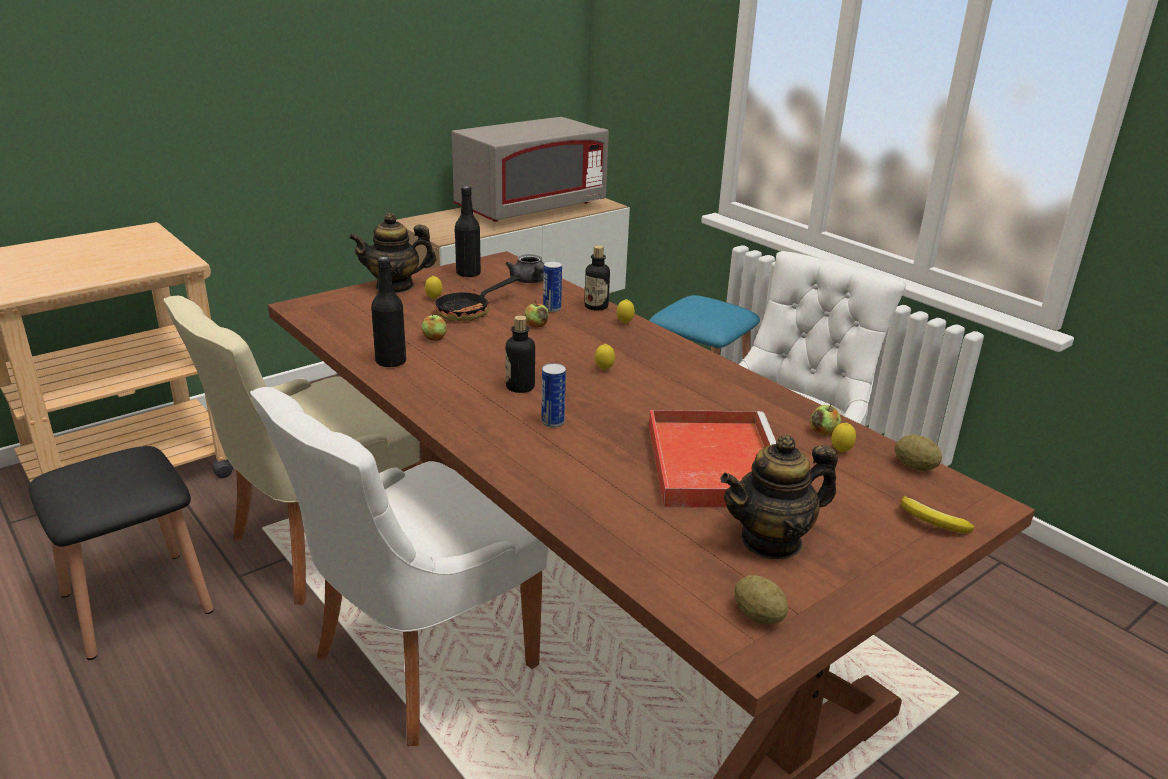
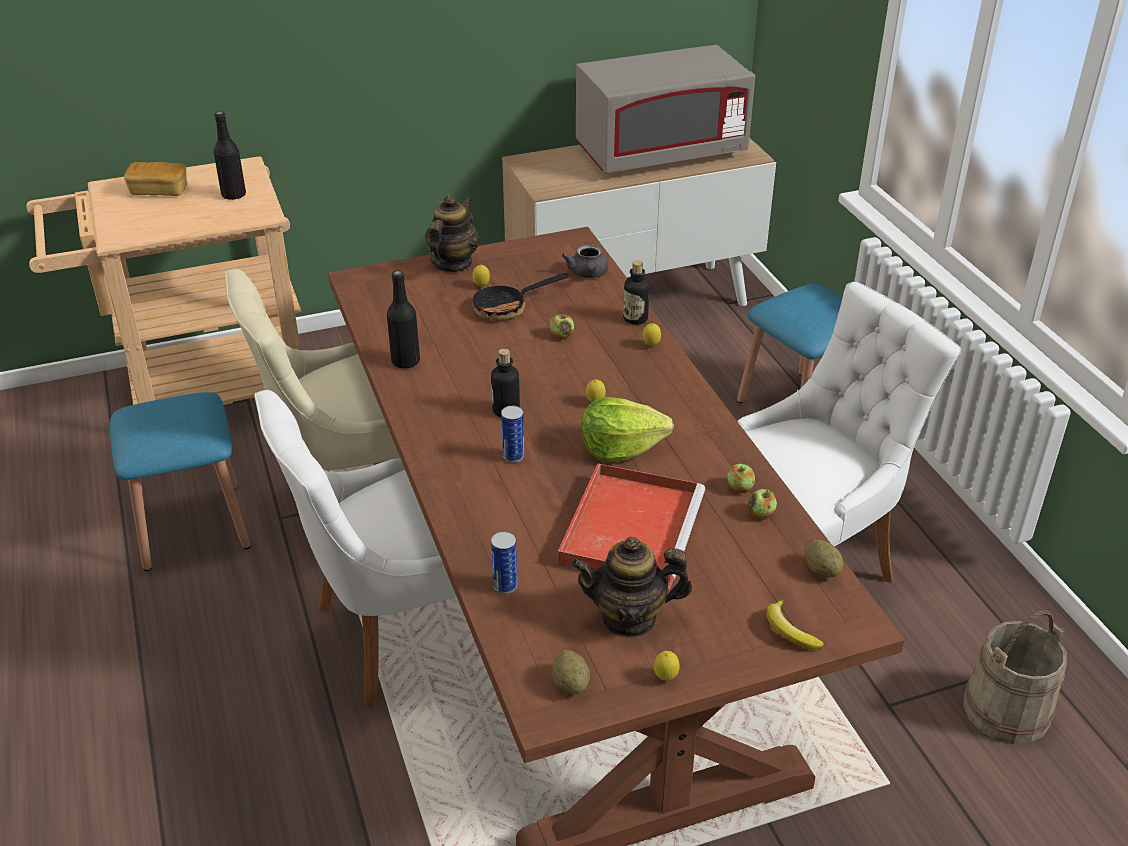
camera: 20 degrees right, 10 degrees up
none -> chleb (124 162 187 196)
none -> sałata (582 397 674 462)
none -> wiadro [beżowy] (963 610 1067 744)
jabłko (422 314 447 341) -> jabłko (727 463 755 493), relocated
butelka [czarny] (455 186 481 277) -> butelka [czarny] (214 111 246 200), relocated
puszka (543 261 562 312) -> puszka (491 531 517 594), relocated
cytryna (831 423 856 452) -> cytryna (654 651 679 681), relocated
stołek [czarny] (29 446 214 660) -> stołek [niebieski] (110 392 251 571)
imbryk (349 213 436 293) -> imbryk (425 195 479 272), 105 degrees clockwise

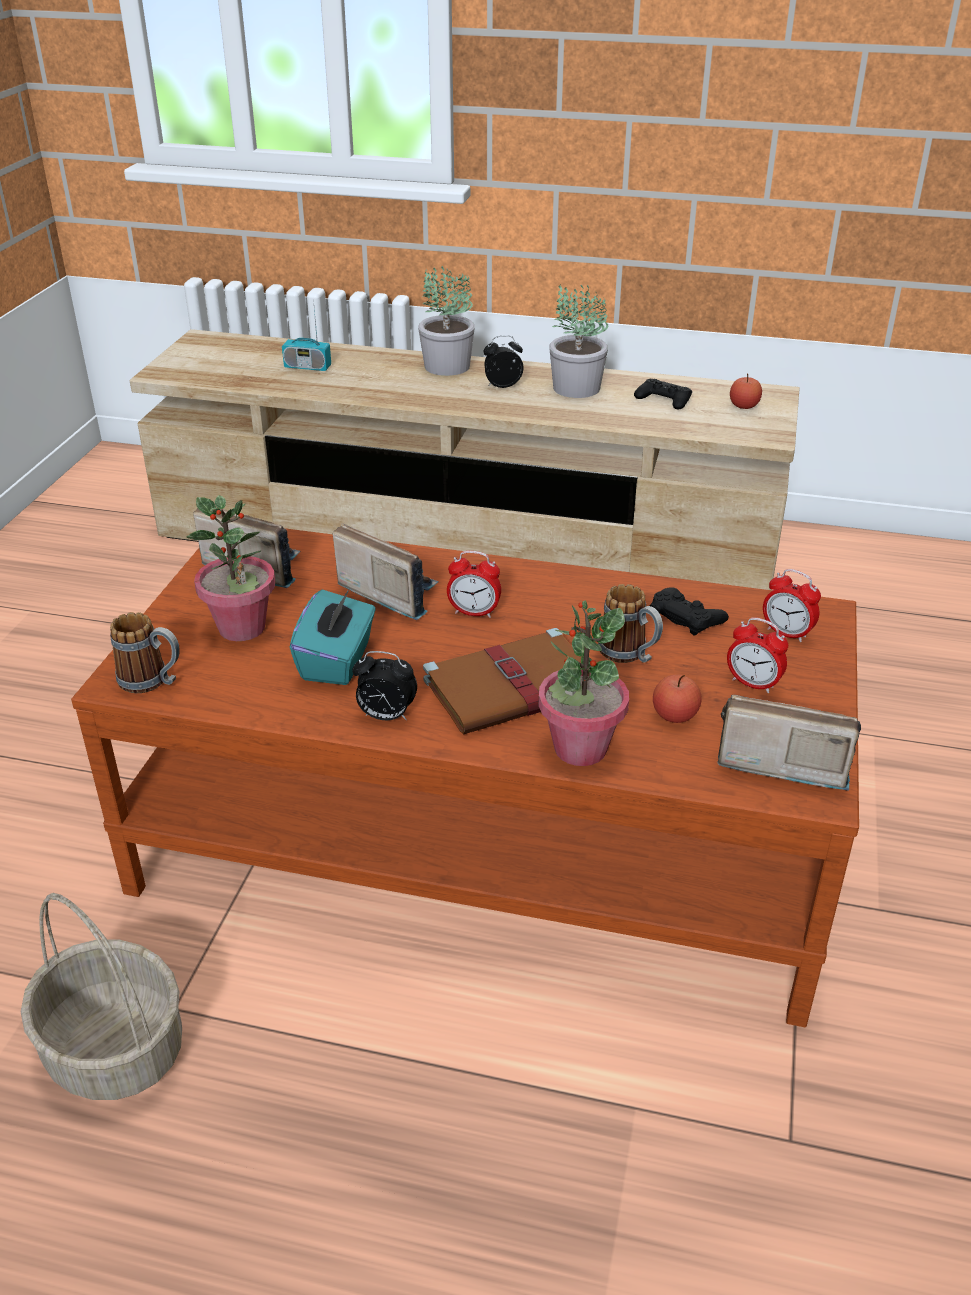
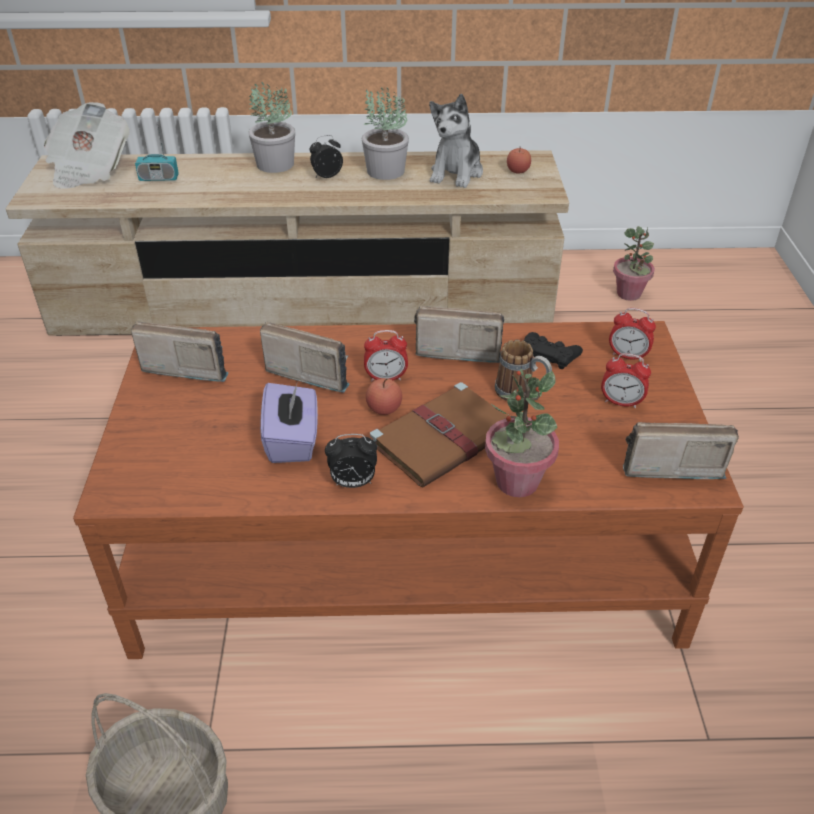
camera: 15 degrees left, 5 degrees up
kubek (110 612 179 693) -> none
none -> gazeta (44 102 130 189)
none -> radio (414 306 504 363)
roślina doniczkowa (187 495 275 641) -> roślina doniczkowa (613 226 655 301), relocated
jabłko (653 675 702 723) -> jabłko (366 378 402 415), relocated
pad do gier [czarny] (634 379 692 410) -> pluszak (429 94 483 188)
pudełko chusteczek [turkusowy] (290 588 376 685) -> pudełko chusteczek [fioletowy] (260 381 318 463)

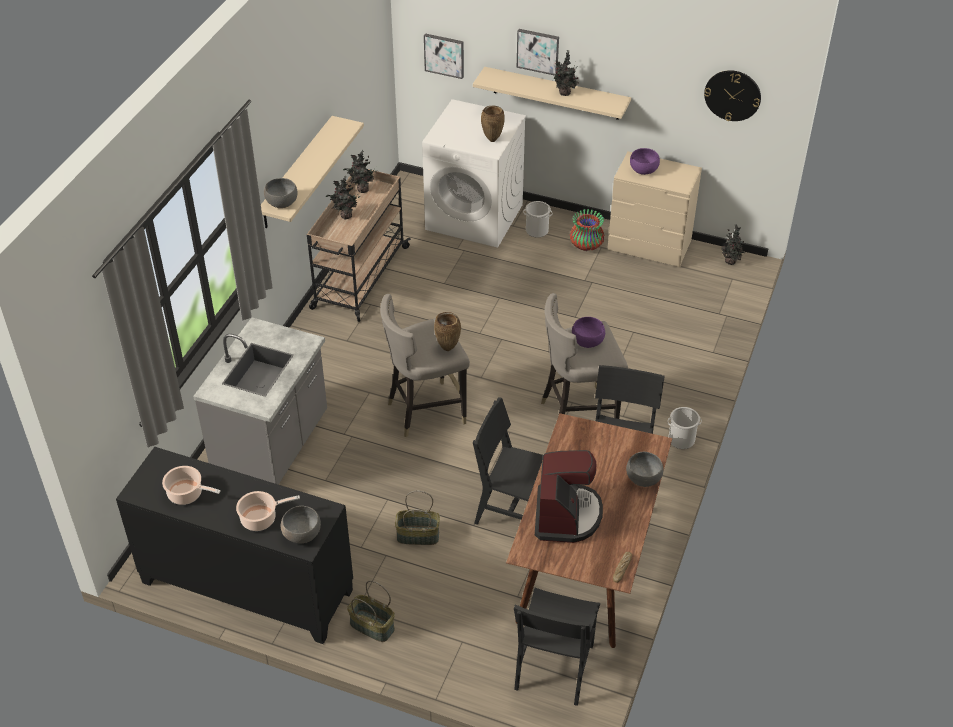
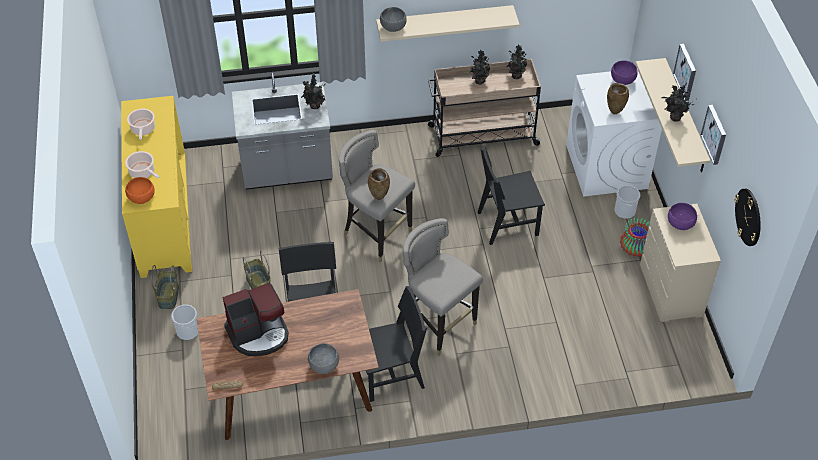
camera: 60 degrees right, 5 degrees up
obraz (424 33 464 79) -> obraz (701 105 726 165), relocated
krzesło [czarny] (514 588 600 706) -> krzesło [czarny] (478 145 545 245), relocated
miska [fioletowy] (572 317 605 348) -> miska [fioletowy] (611 60 638 85), relocated
wiadro (667 407 702 449) -> wiadro (171 304 198 340), relocated
roślina doniczkowa (721 224 746 265) -> roślina doniczkowa (301 73 325 109), relocated
szafka [czarny] (116 447 353 644) -> szafka [żółty] (121 96 192 278)
miska [szary] (281 506 321 544) -> miska [pomarańczowy] (125 177 155 204)

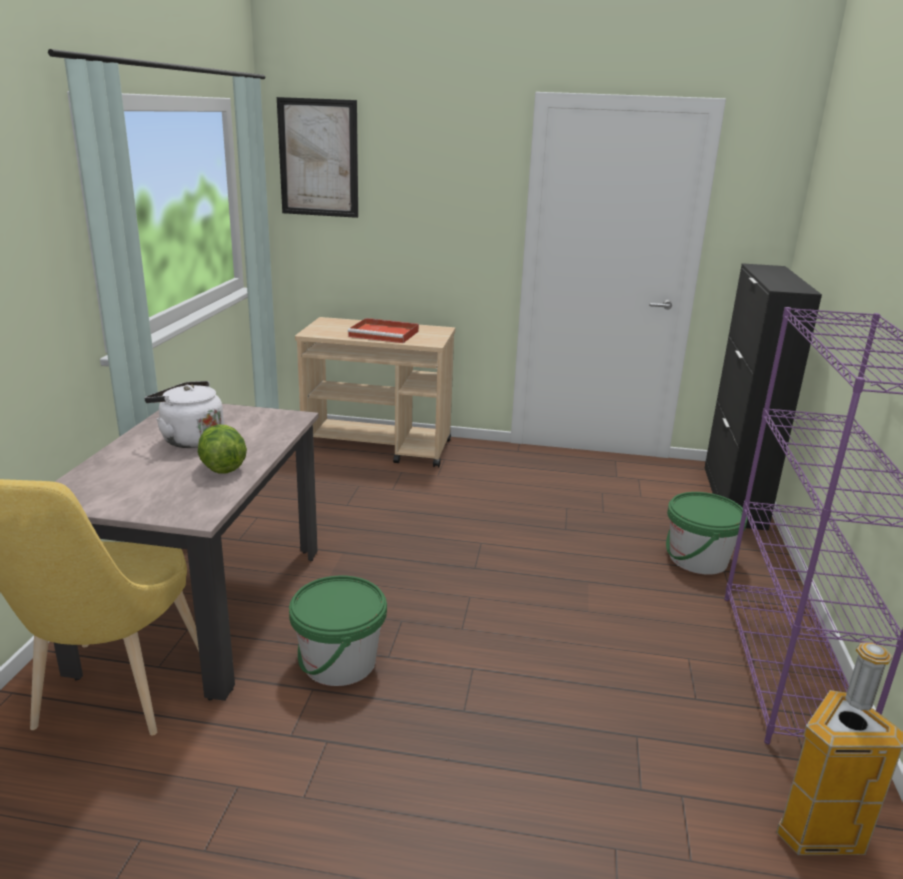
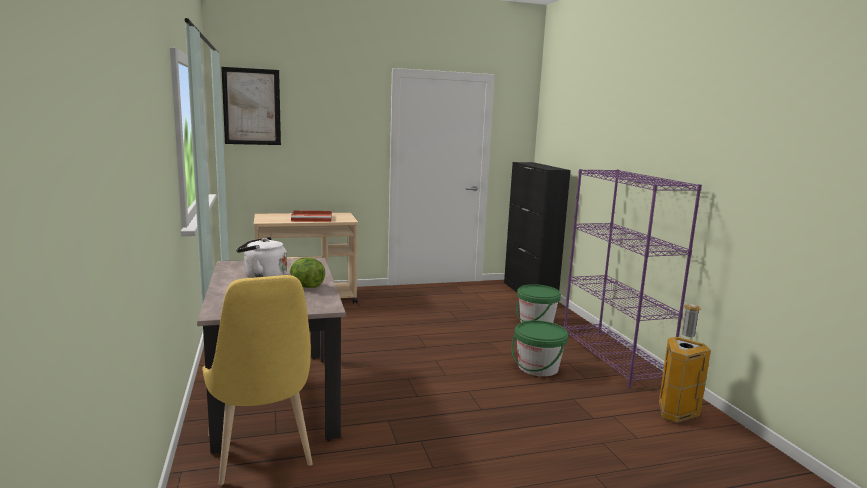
camera: 25 degrees left, 10 degrees down
wiadro [zielony] (289 575 387 686) -> wiadro [zielony] (512 320 568 377), relocated

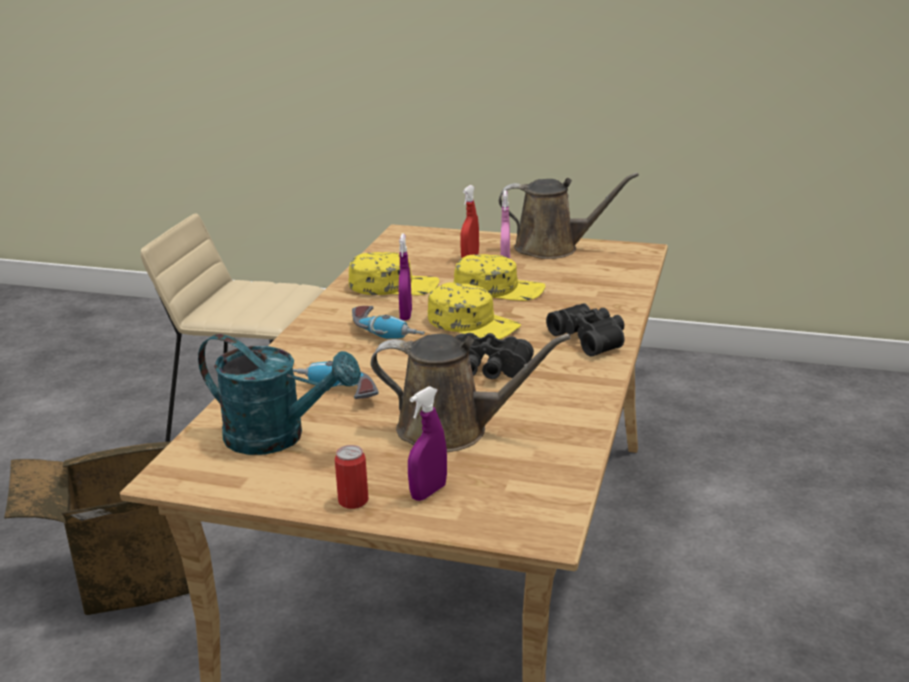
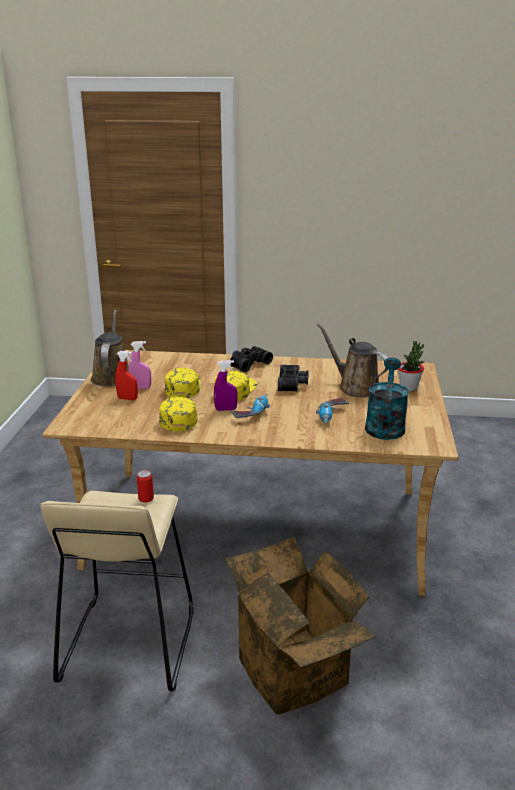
camera: 100 degrees left, 0 degrees up
puszka (335 445 369 509) -> puszka (137 470 154 503), relocated
spryskiwacz [fioletowy] (408 386 447 501) -> roślina doniczkowa (398 341 424 391)
konewka [brązowy] (371 334 571 452) -> konewka [brązowy] (317 323 389 398), 45 degrees counterclockwise

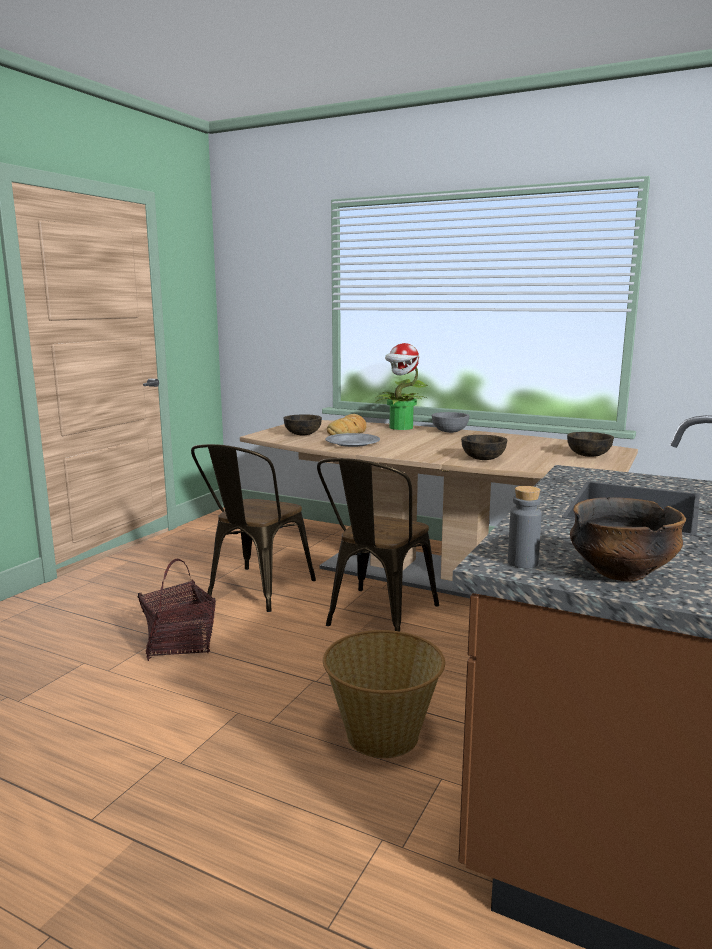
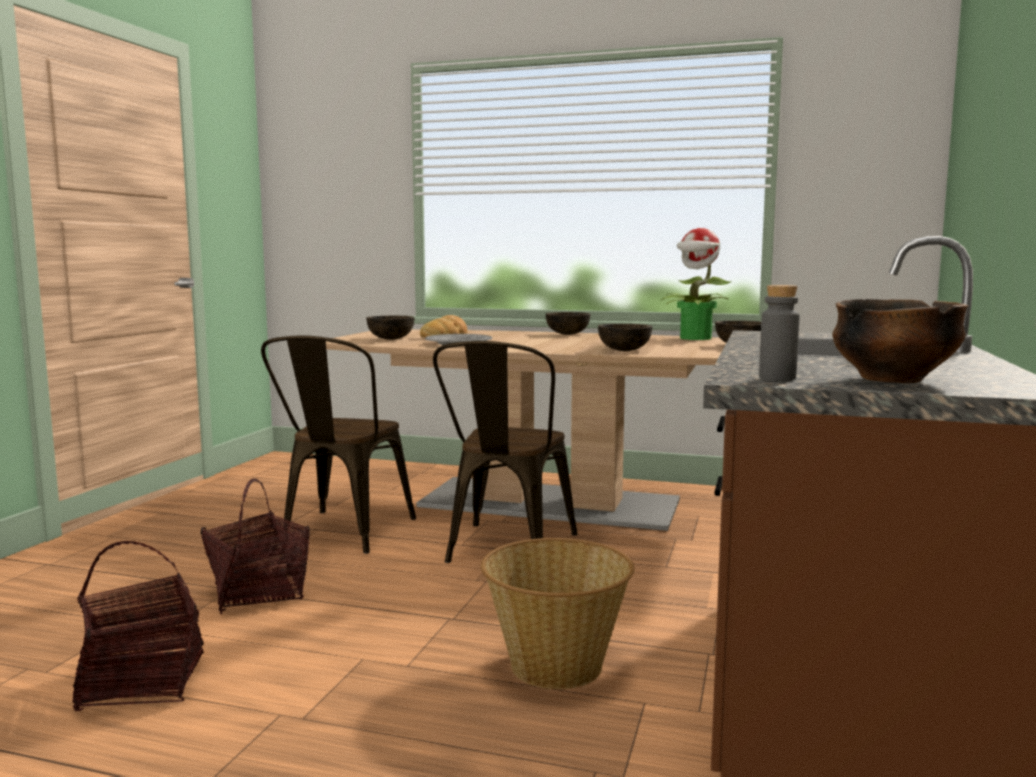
camera: 10 degrees left, 5 degrees down
none -> koszyk (72 541 204 711)
roślina doniczkowa (376 343 428 430) -> roślina doniczkowa (660 228 732 340), relocated
miska [szary] (432 412 469 433) -> miska [brązowy] (546 312 591 335)

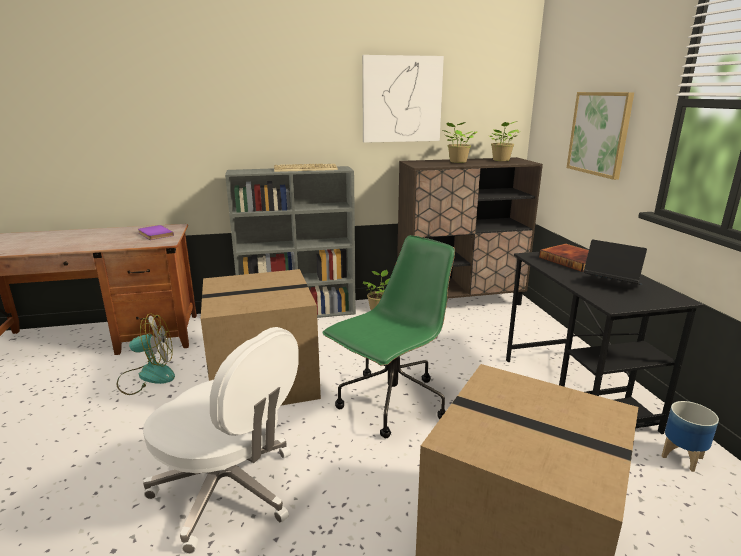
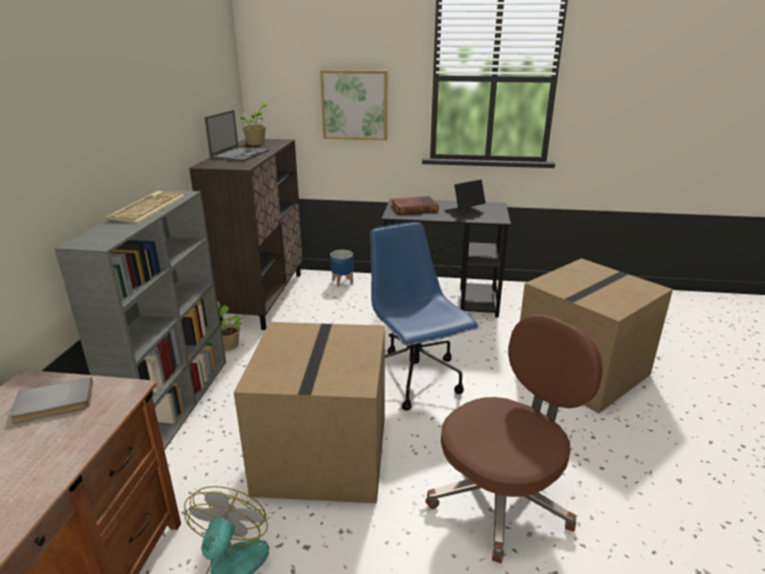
camera: 70 degrees left, 5 degrees up
obraz (362 55 444 143) -> none
donica (662 401 719 472) -> donica (330 250 354 287), relocated
roślina doniczkowa (443 122 477 163) -> laptop (204 110 269 161)
książka [fioletowy] (138 225 174 240) -> książka [szary] (10 377 93 423)
krzesło biurowe [biały] (143 327 299 554) -> krzesło biurowe [brązowy] (425 315 603 563)
krzesło biurowe [zielony] (322 235 455 438) -> krzesło biurowe [niebieski] (370 222 479 410)

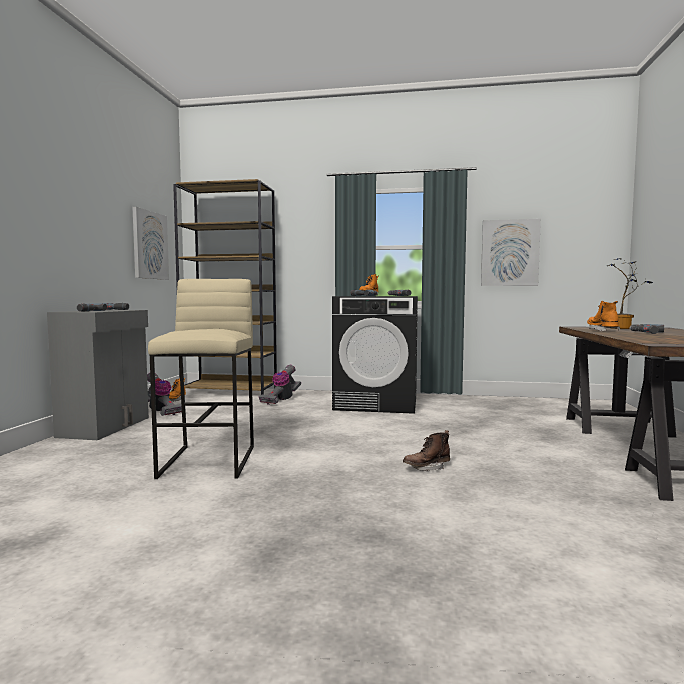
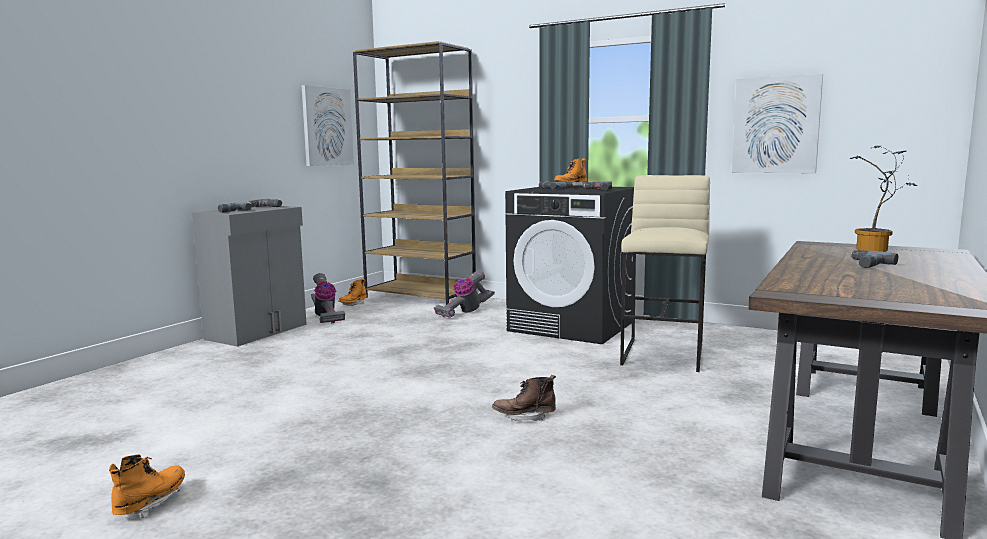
camera: 20 degrees right, 5 degrees up
stołek [beżowy] (148 279 254 479) -> stołek [beżowy] (620 175 710 372), relocated
but z cholewką [pomarańczowy] (587 301 620 331) -> but z cholewką [pomarańczowy] (109 454 185 518), relocated

